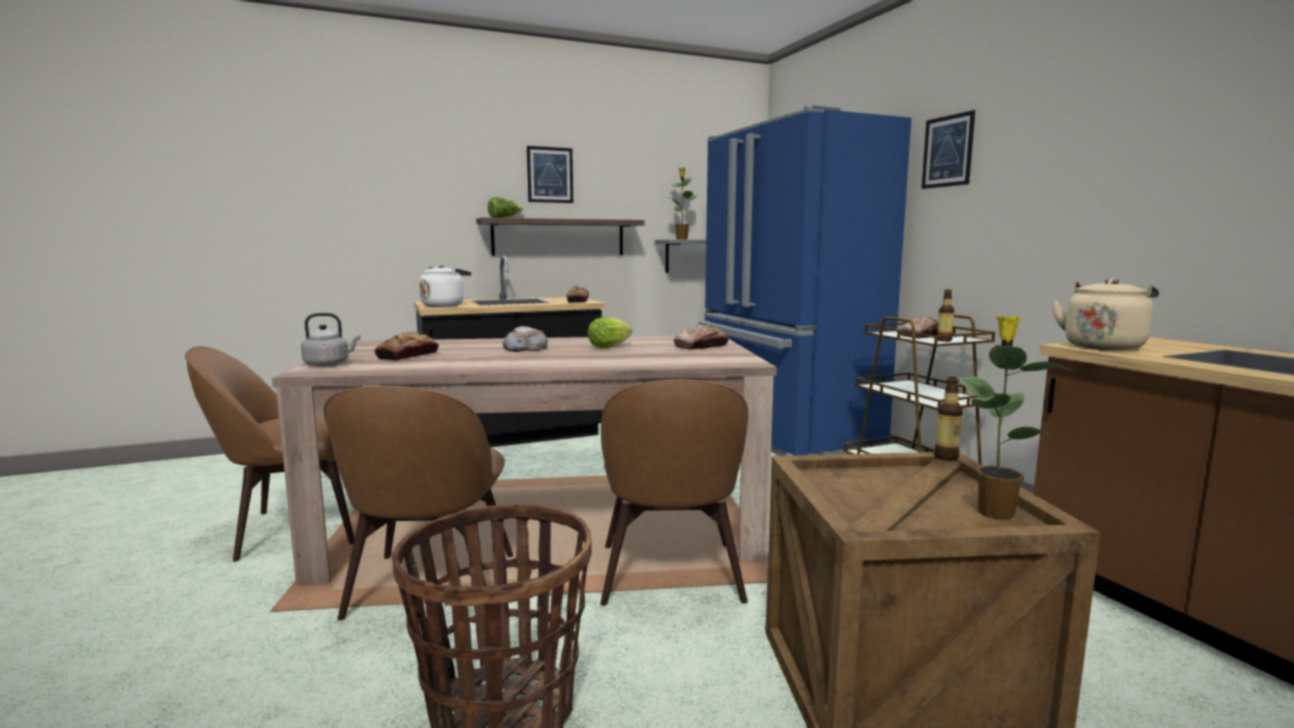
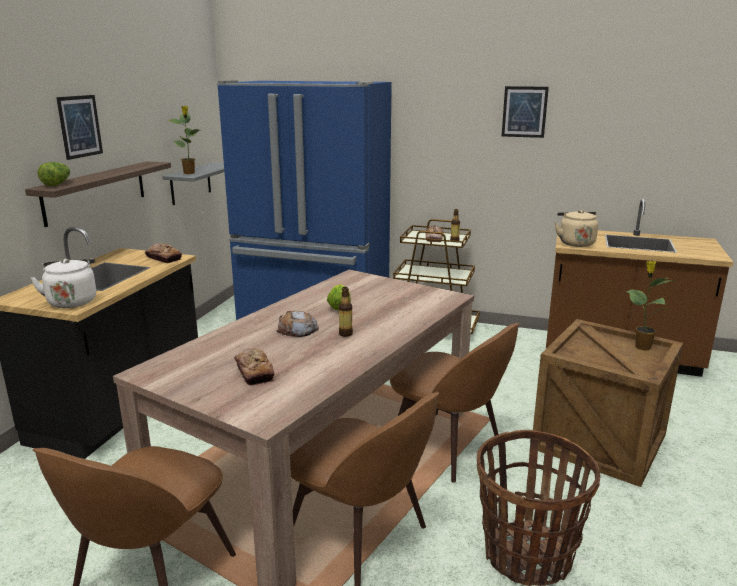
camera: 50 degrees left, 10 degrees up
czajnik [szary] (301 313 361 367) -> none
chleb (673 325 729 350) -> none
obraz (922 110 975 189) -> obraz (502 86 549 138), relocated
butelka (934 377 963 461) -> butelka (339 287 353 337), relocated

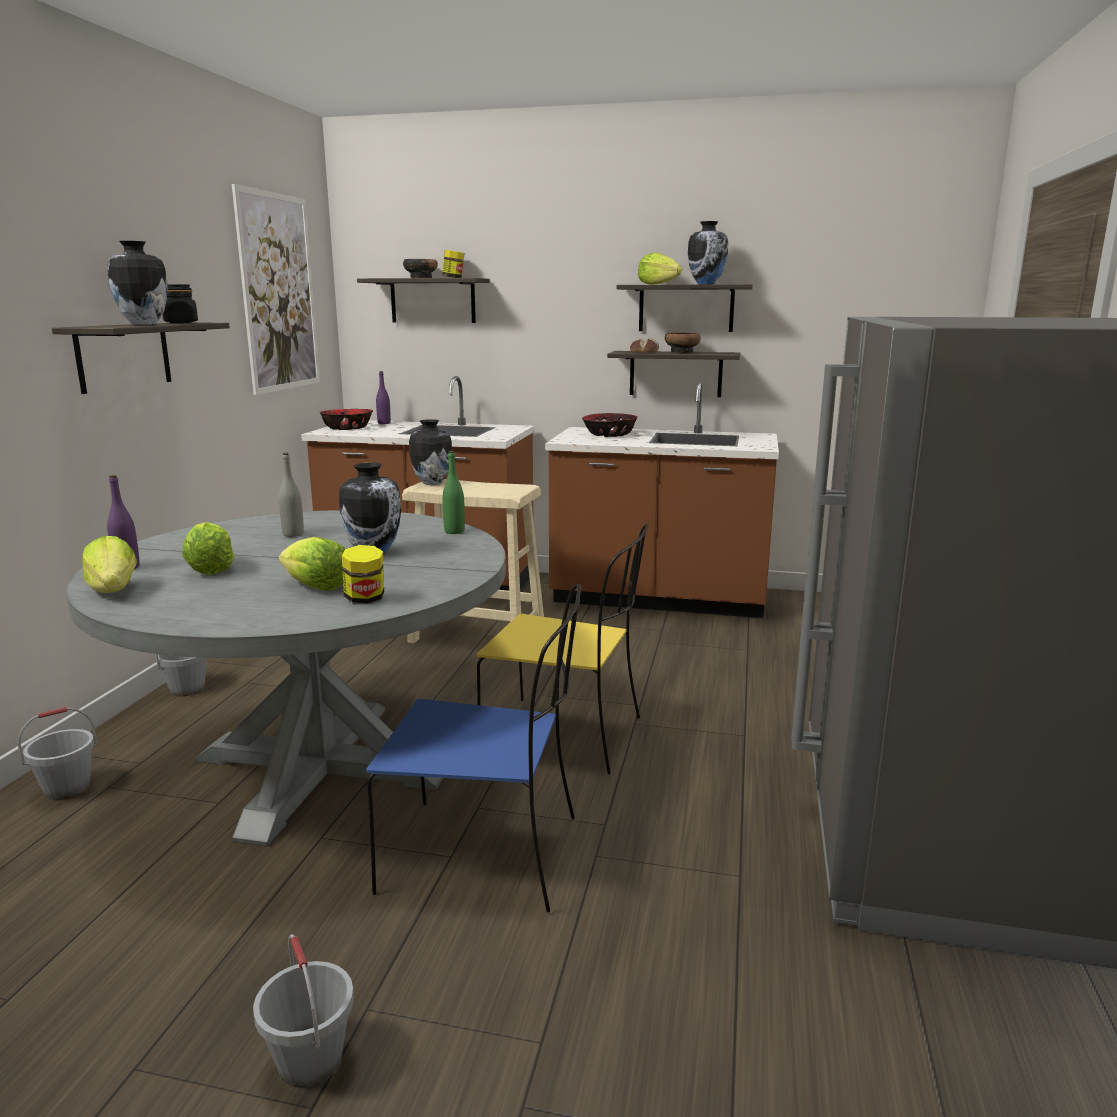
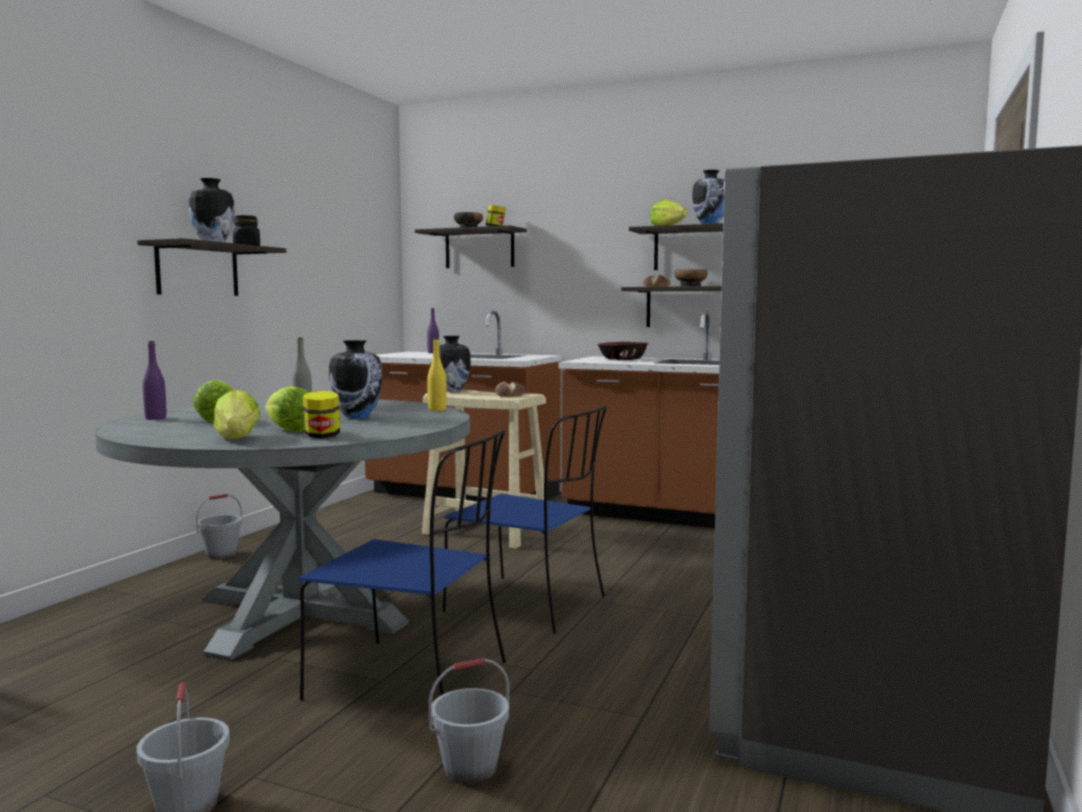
camera: 10 degrees right, 10 degrees down
obraz (232 184 320 395) -> none
miska (320 409 373 430) -> none
none -> chleb (495 382 526 397)
wiadro [szary] (18 707 98 801) -> wiadro [szary] (428 658 509 784), relocated
sałata (82 536 137 593) -> sałata (214 390 260 439), relocated
butelka [zielony] (443 451 465 534) -> butelka [żółty] (427 338 447 411)
krzesło [żółty] (477 524 649 774) -> krzesło [niebieski] (443 406 607 634)

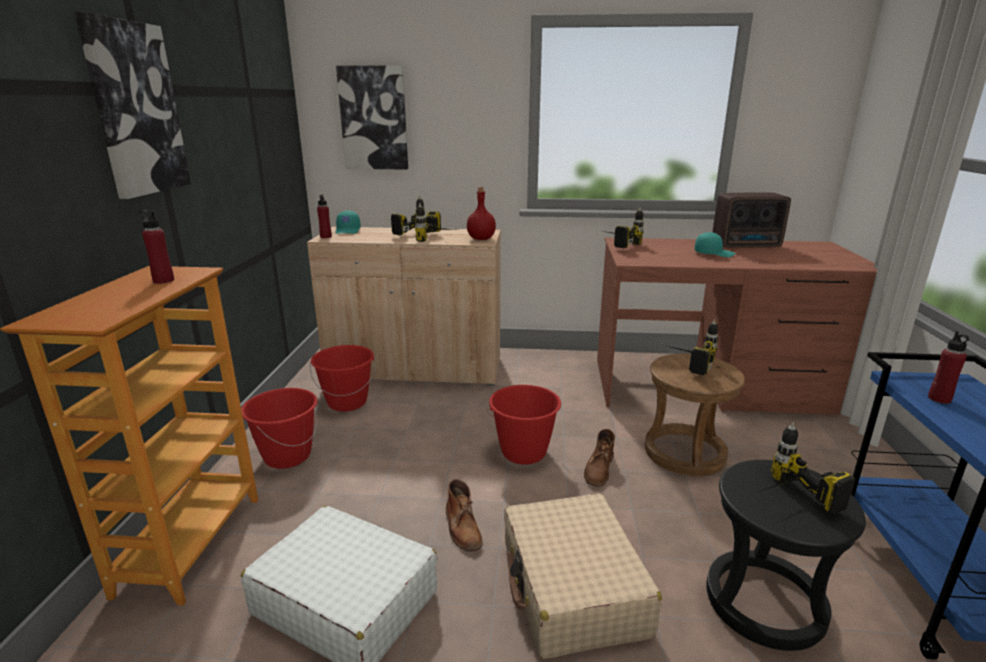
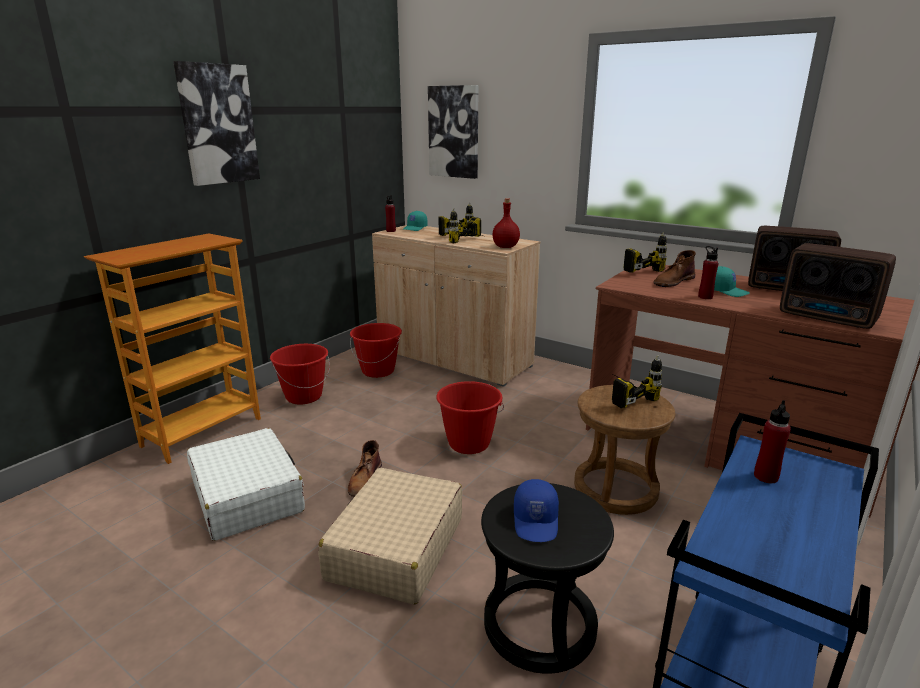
camera: 30 degrees right, 0 degrees up
none -> radio (780 243 896 329)
butelka [czerwony] (139 210 174 284) -> butelka [czerwony] (698 246 719 299), relocated
but z cholewką [brązowy] (584 429 615 487) -> but z cholewką [brązowy] (653 250 696 287), relocated
wiertarka (759 423 855 514) -> czapka z daszkiem [niebieski] (514 479 559 542)

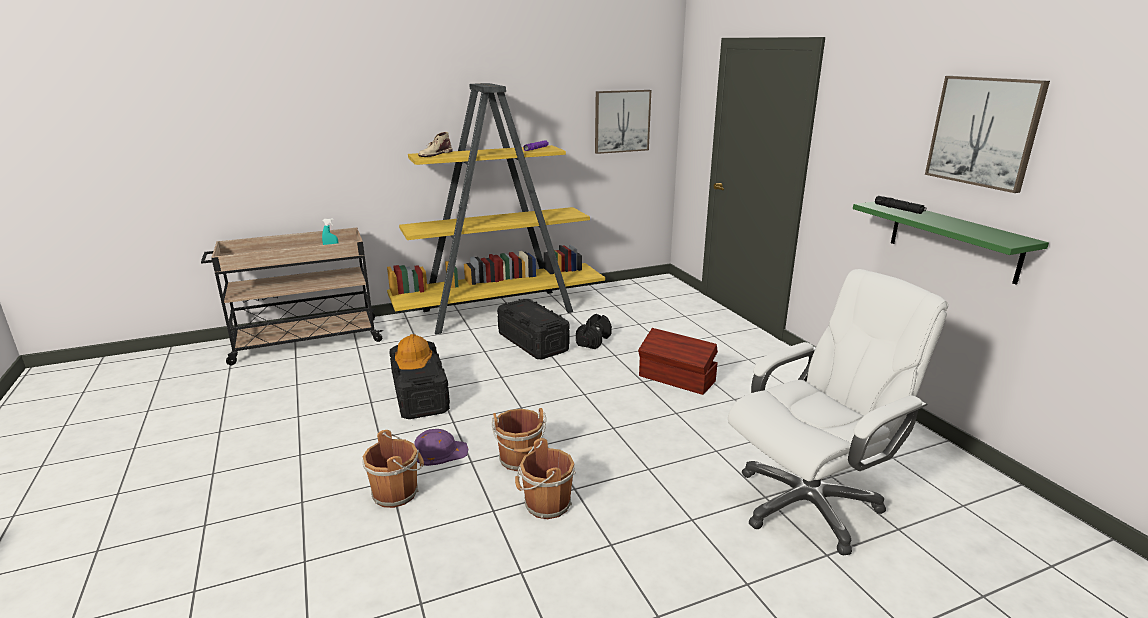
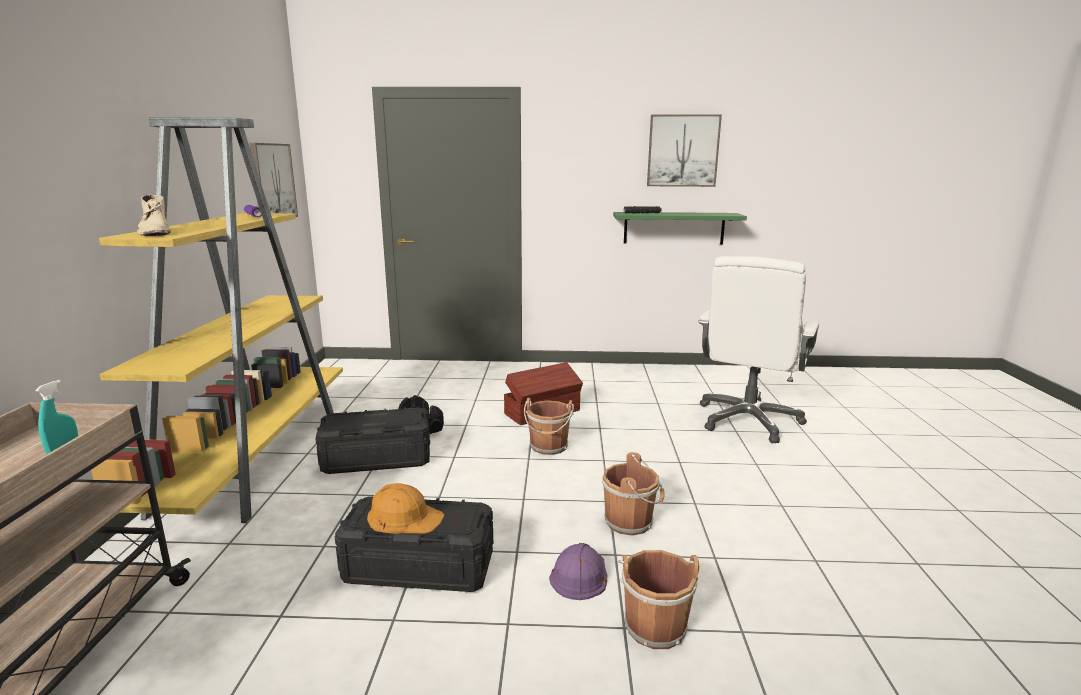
camera: 65 degrees left, 5 degrees down
wiadro [brązowy] (515 438 576 519) -> wiadro [brązowy] (524 398 574 455), relocated
krzesło biurowe [biały] (728 269 948 556) -> krzesło biurowe [biały] (698 256 819 443), 150 degrees counterclockwise

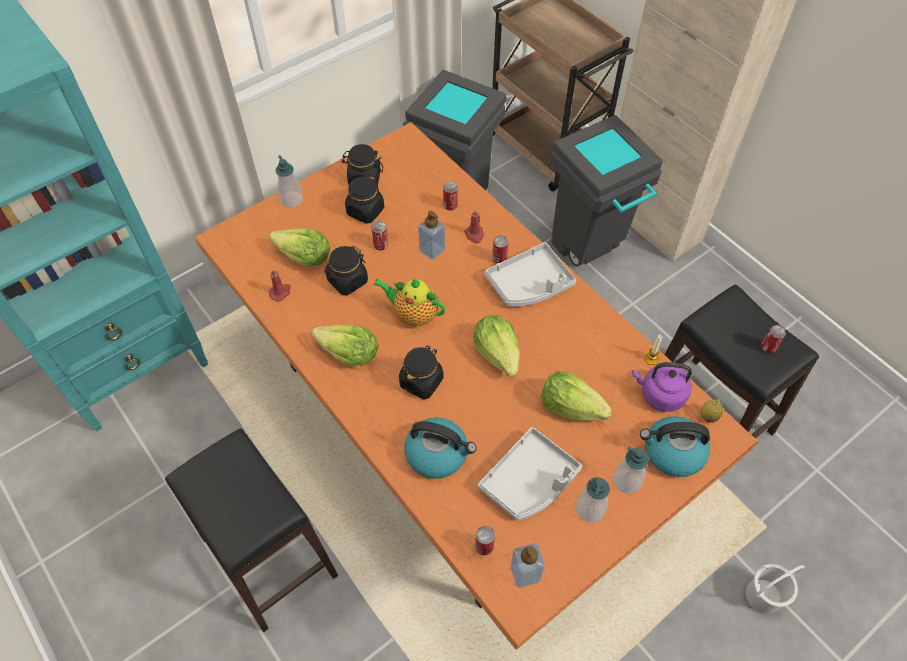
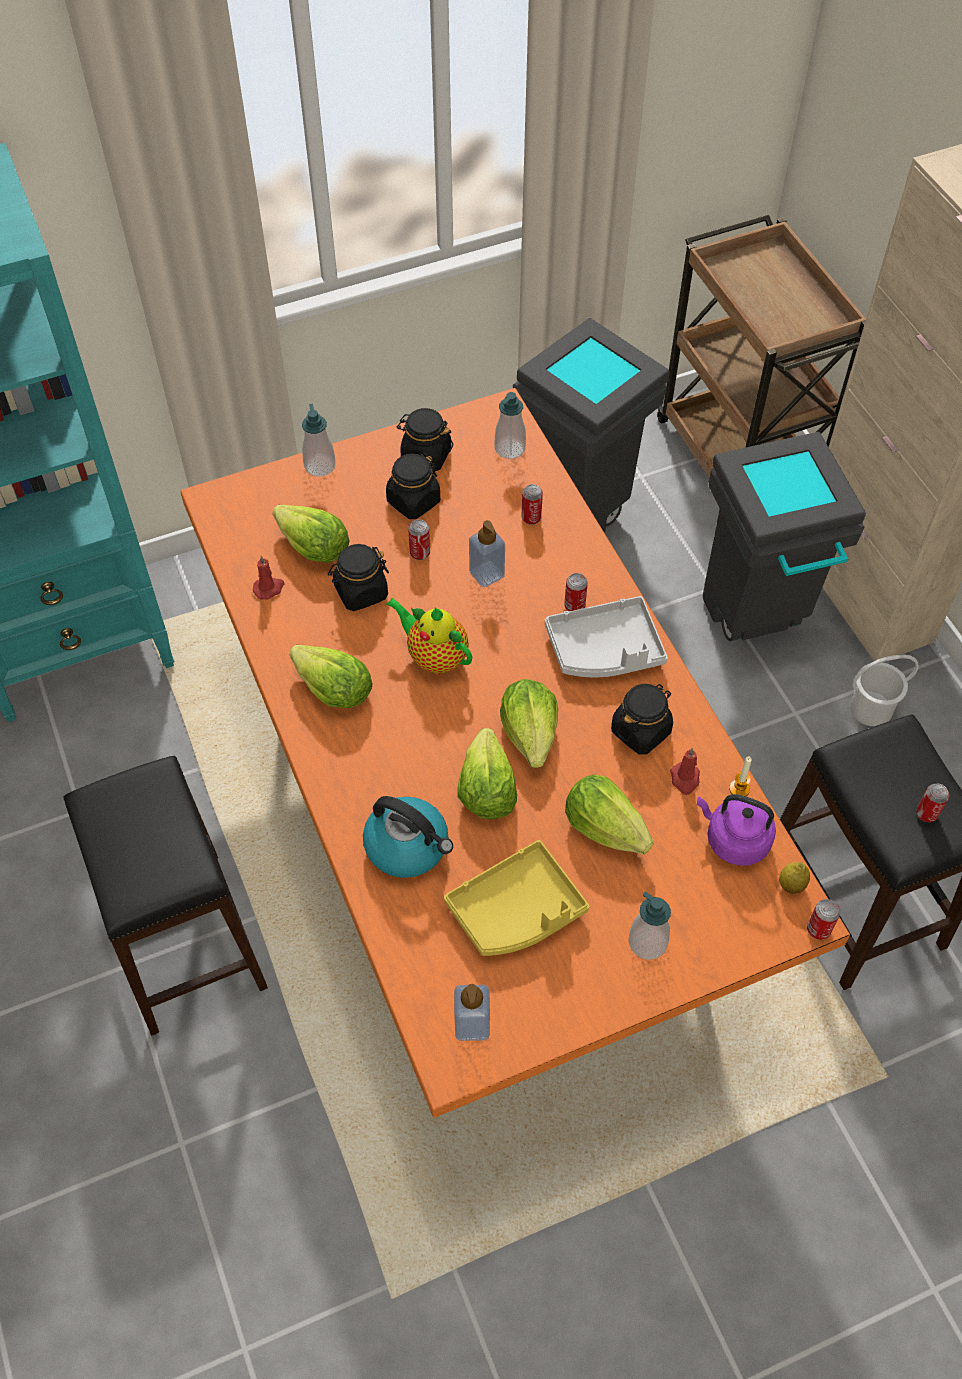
camera: 15 degrees right, 0 degrees up
czajnik (640 416 710 477) -> none
none -> sałata (457 728 517 819)
słoik [czarny] (399 346 444 399) -> słoik [czarny] (611 684 673 755), relocated
świeca [czerwony] (464 209 484 244) -> świeca [czerwony] (670 748 700 795), relocated
puszka (475 526 495 555) -> puszka (807 899 840 940), relocated
dozownik mydła (576 477 610 523) -> dozownik mydła (495 392 526 459), relocated
wiadro [biały] (746 564 805 614) -> wiadro [biały] (850 655 919 726), relocated
taca [szary] (478 427 582 521) -> taca [żółty] (444 840 589 956)

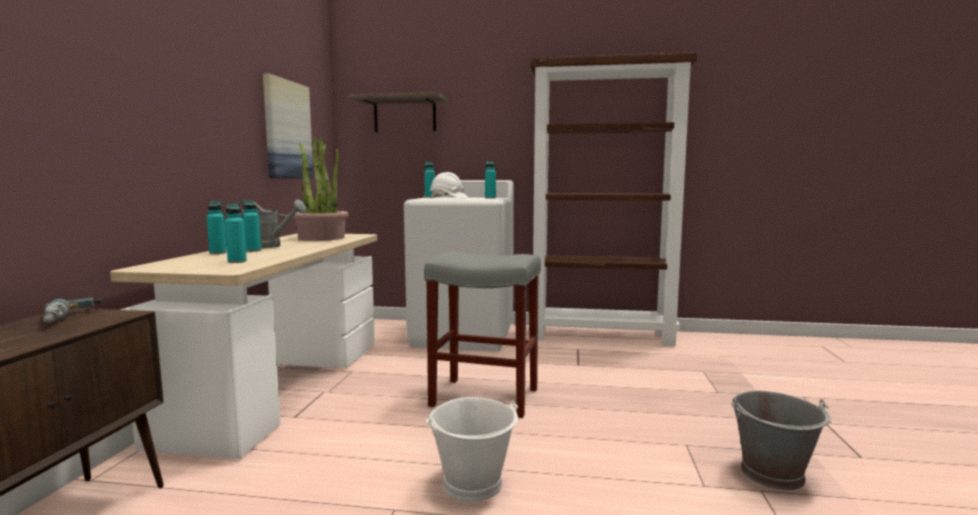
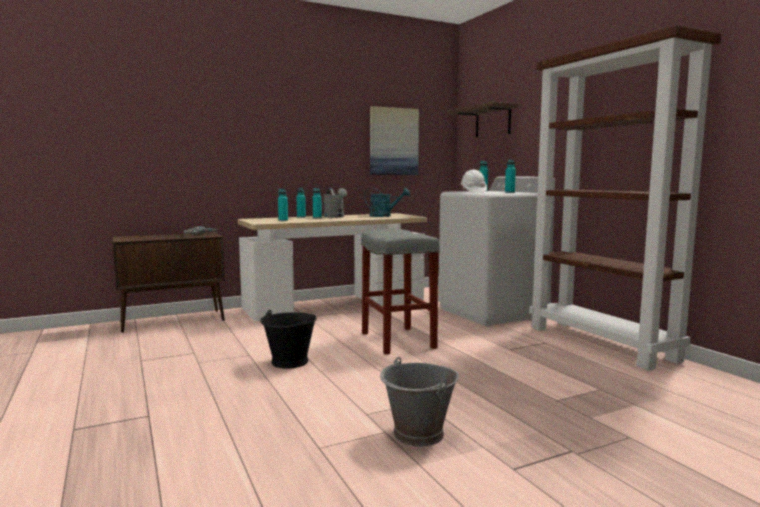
camera: 55 degrees right, 0 degrees up
roślina doniczkowa (293 137 348 241) -> konewka [turkusowy] (364 188 410 217)
wiadro [biały] (426 397 518 502) -> wiadro [czarny] (260 310 316 369)

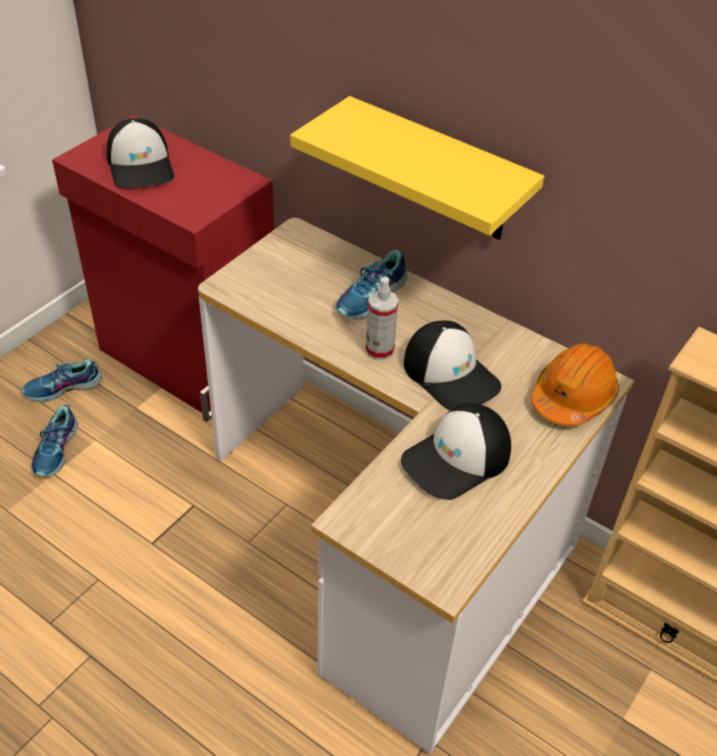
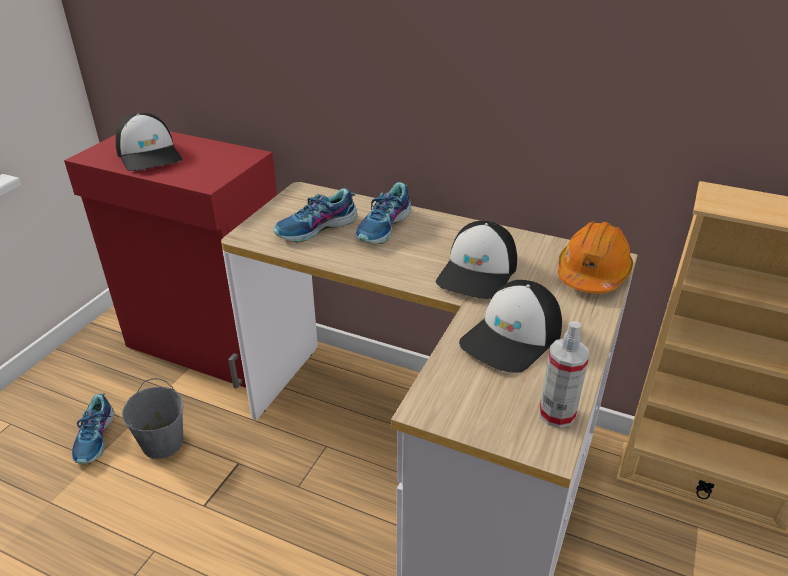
camera: 10 degrees left, 10 degrees down
półka [żółty] (290 96 544 240) -> none
none -> wiadro [szary] (122 378 184 459)
but (22 359 102 402) -> but (273 188 357 242), relocated
spryskiwacz (365 277 399 360) -> spryskiwacz (539 321 589 428), relocated
czapka z daszkiem (404 321 502 410) -> czapka z daszkiem (436 221 517 299), 75 degrees clockwise

